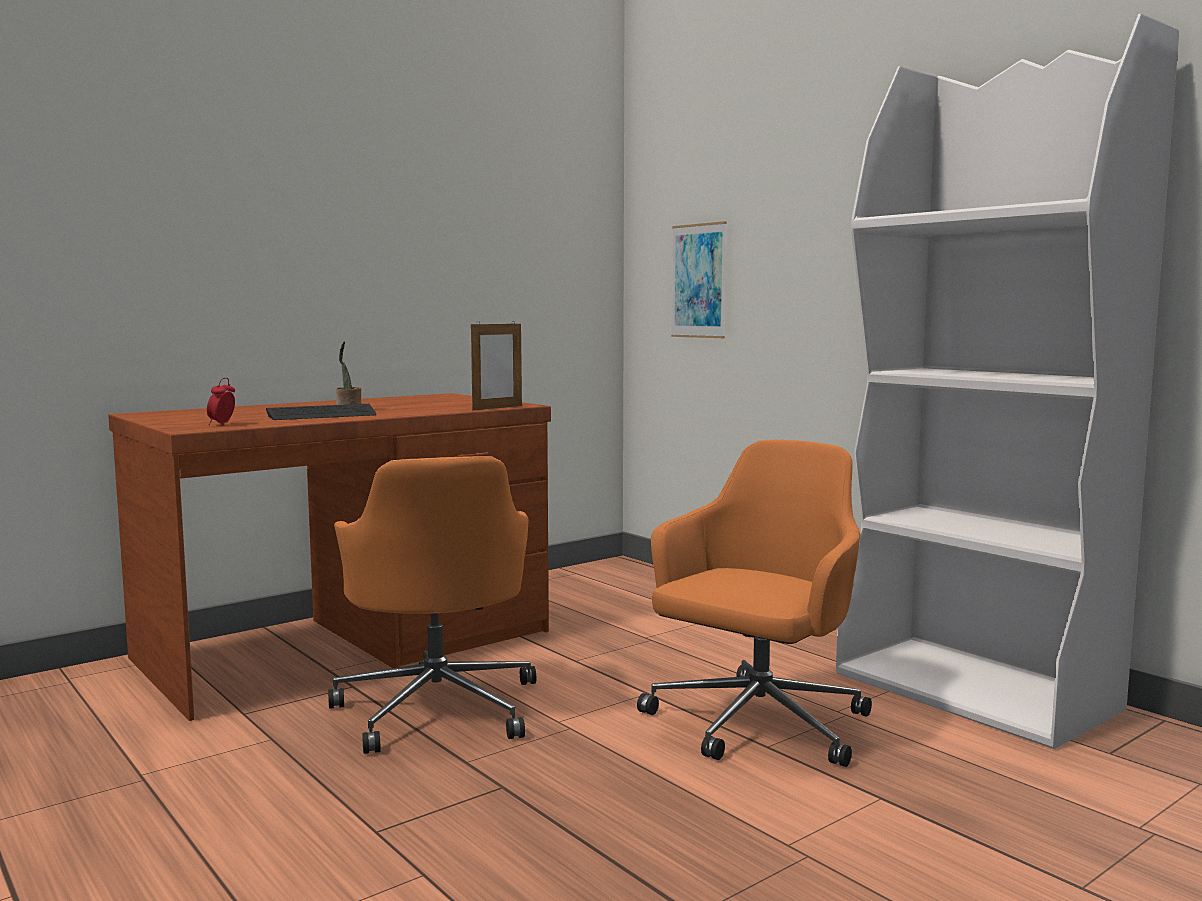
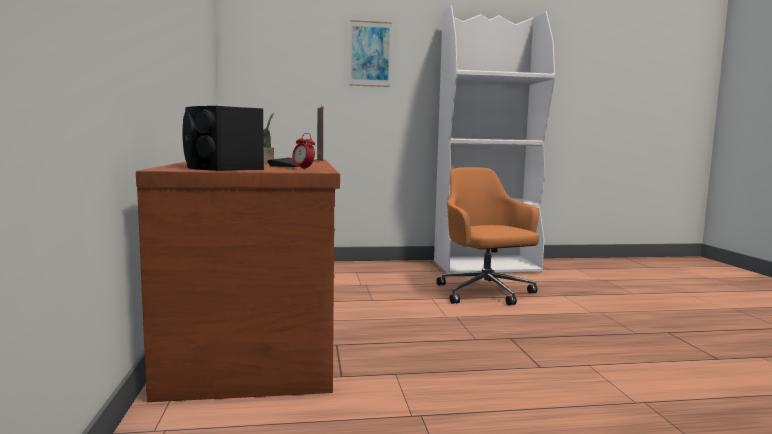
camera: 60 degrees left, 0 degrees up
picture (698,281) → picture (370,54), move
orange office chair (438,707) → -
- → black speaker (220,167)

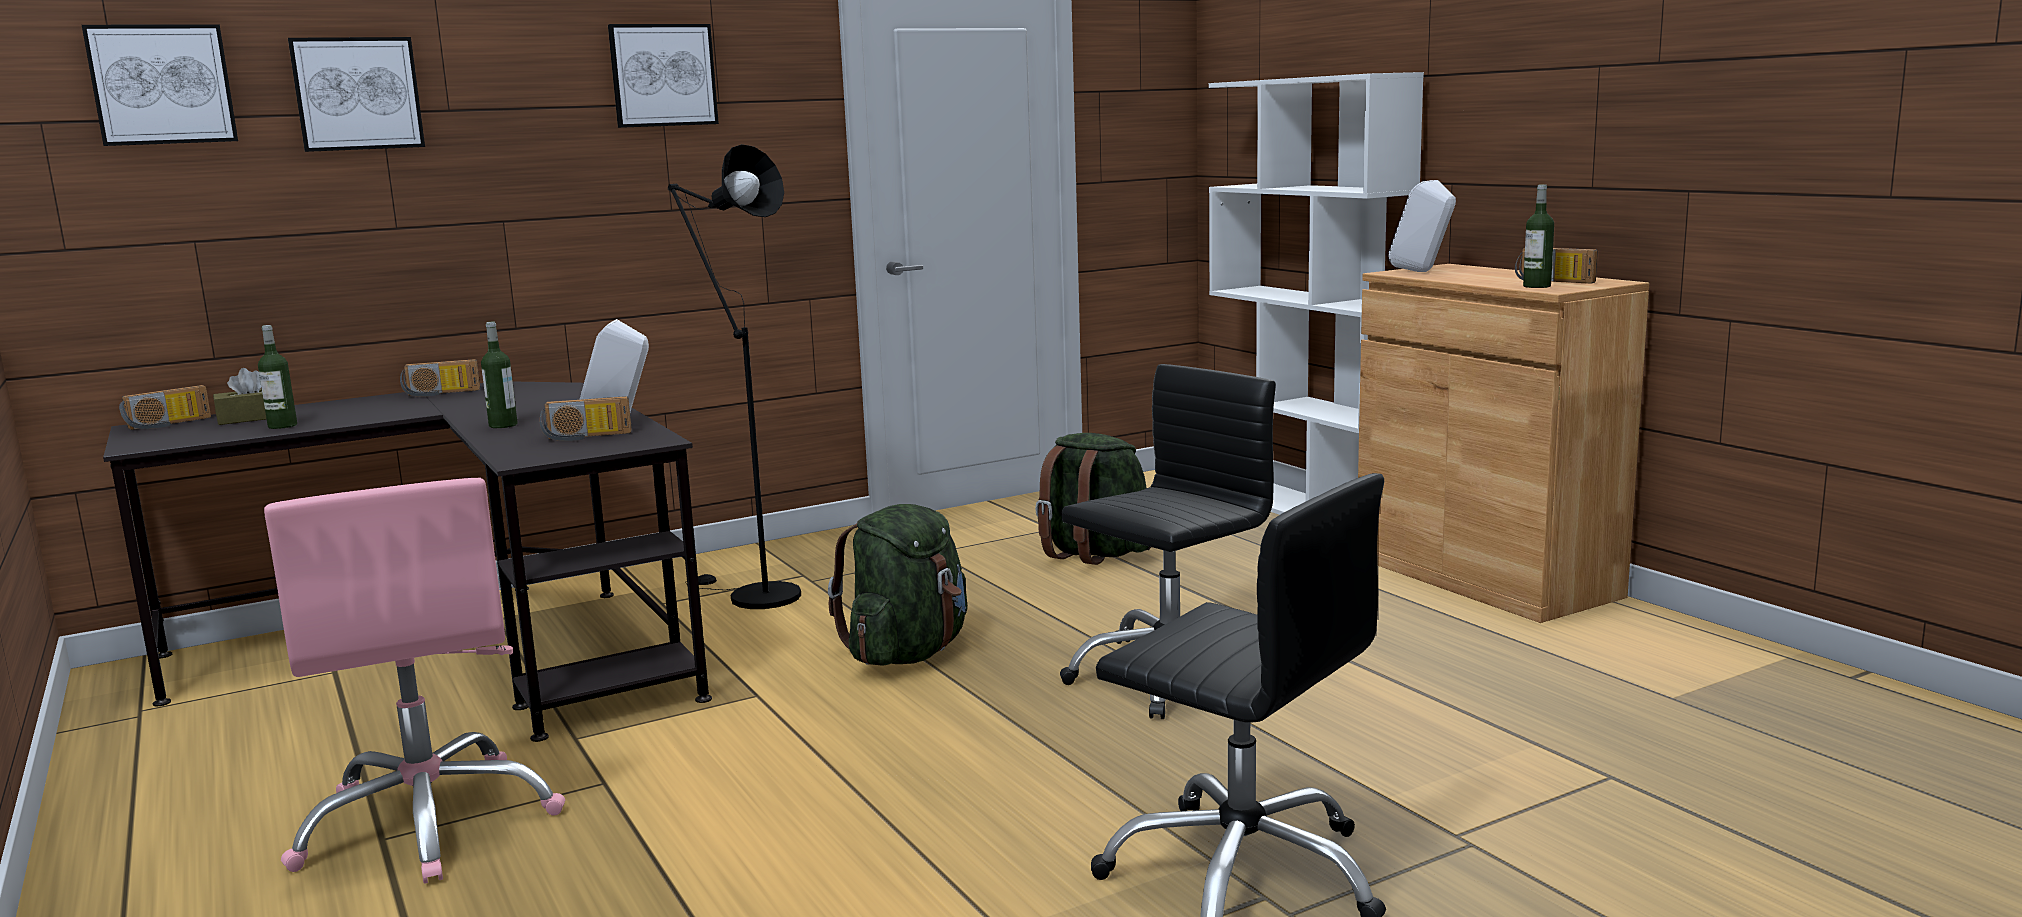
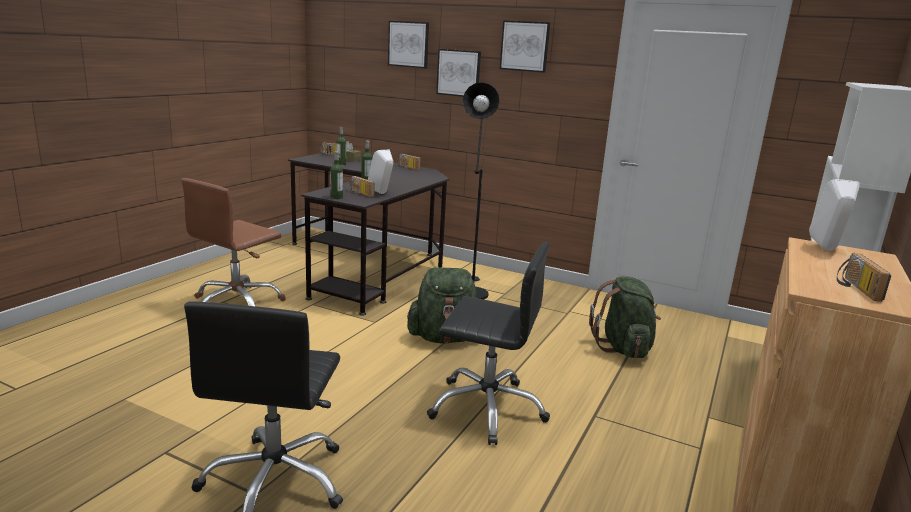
camera: 55 degrees right, 5 degrees up
picture (162,84) → picture (459,73), move
bottle (1537,286) → bottle (336,197), move
pink office chair (429,822) → brown office chair (237,304)

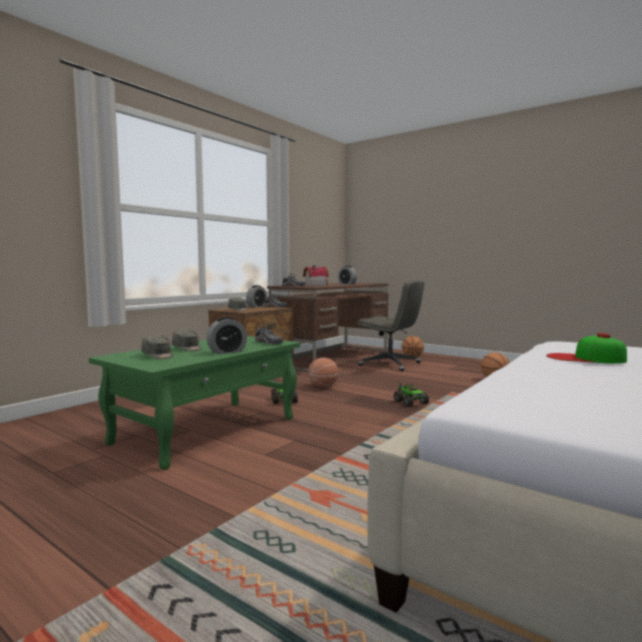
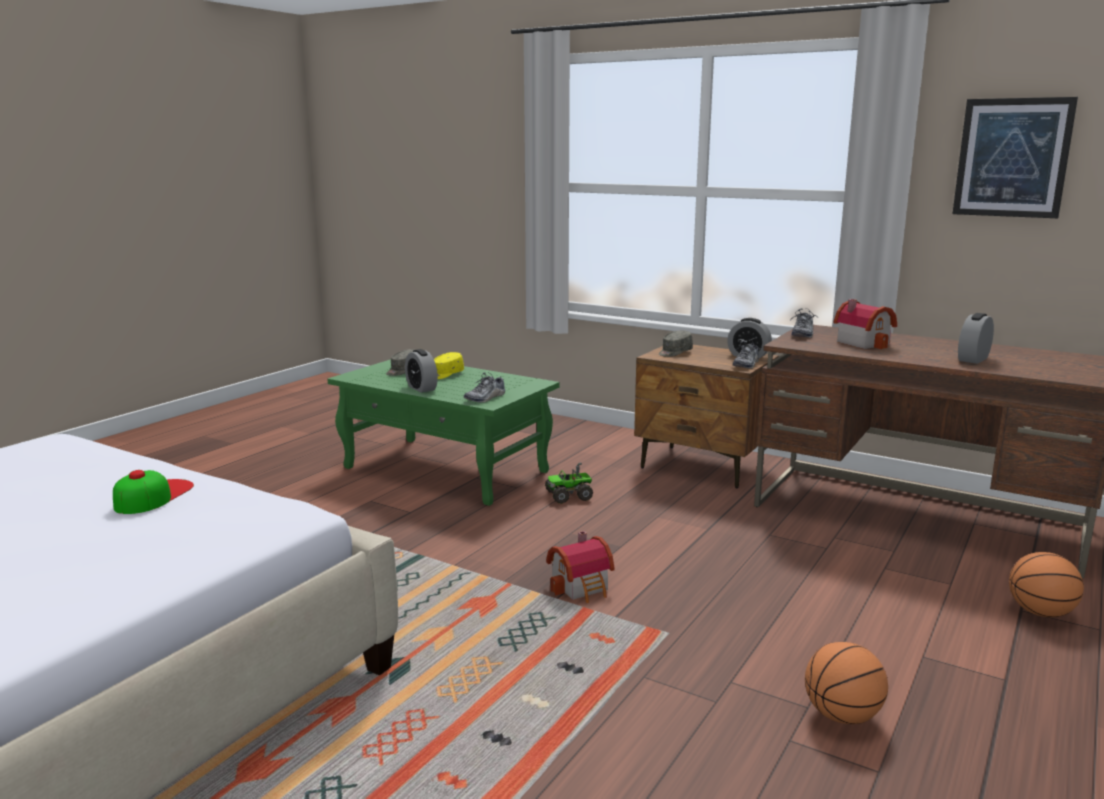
camera: 85 degrees right, 10 degrees up
grey office chair (390,364) → -
grey cap (187,348) → yellow cap (445,374)
basketball (323,386) → -
toy truck (410,402) → toy house (583,587)
- → picture (1012,158)

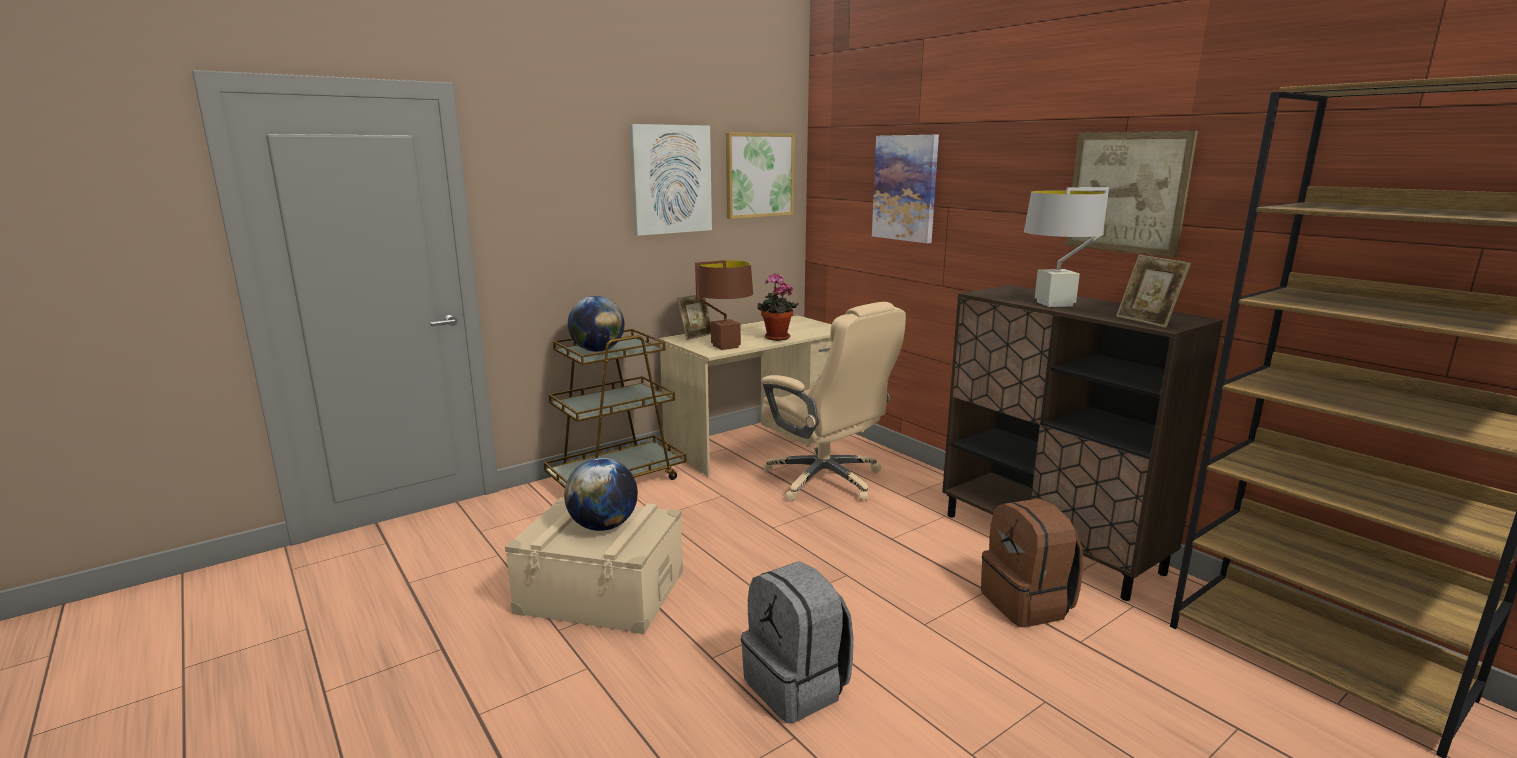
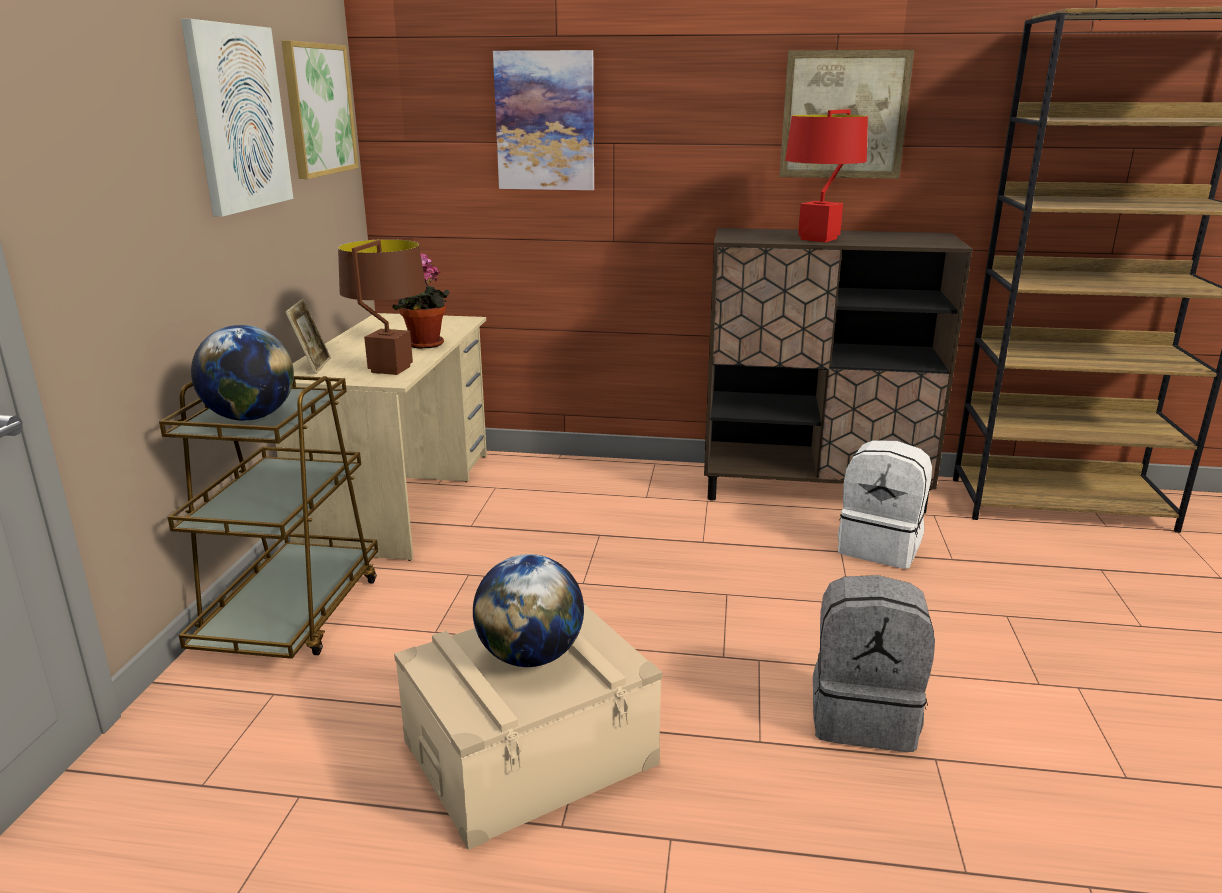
camera: 45 degrees left, 5 degrees up
grey table lamp (1055,304) → red table lamp (819,239)
picture frame (1147,321) → -
beige office chair (826,480) → -
brown backpack (1027,604) → white backpack (880,547)

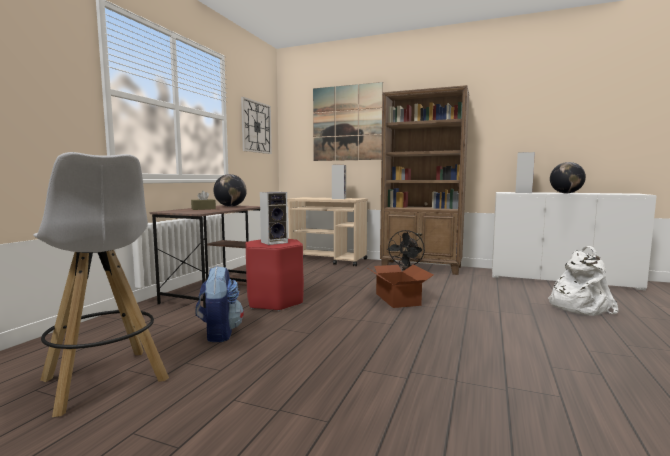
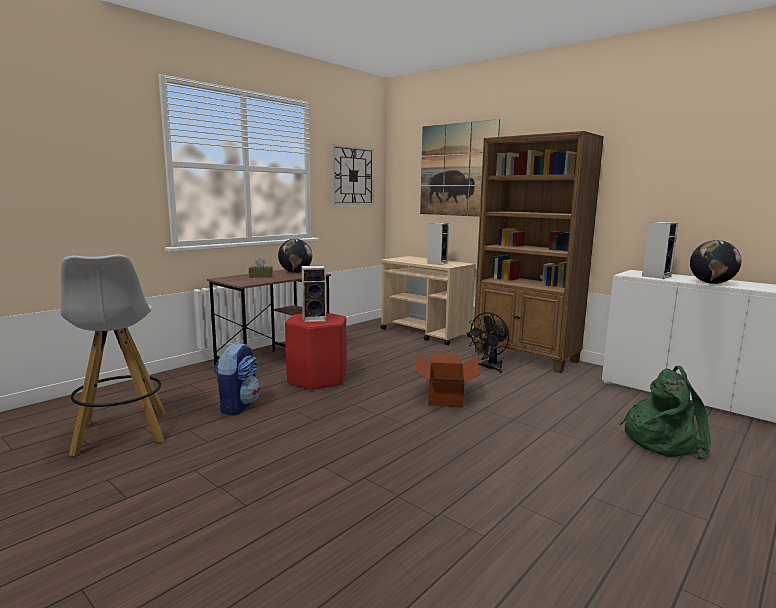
camera: 20 degrees right, 5 degrees up
white backpack (577,306) → green backpack (663,440)

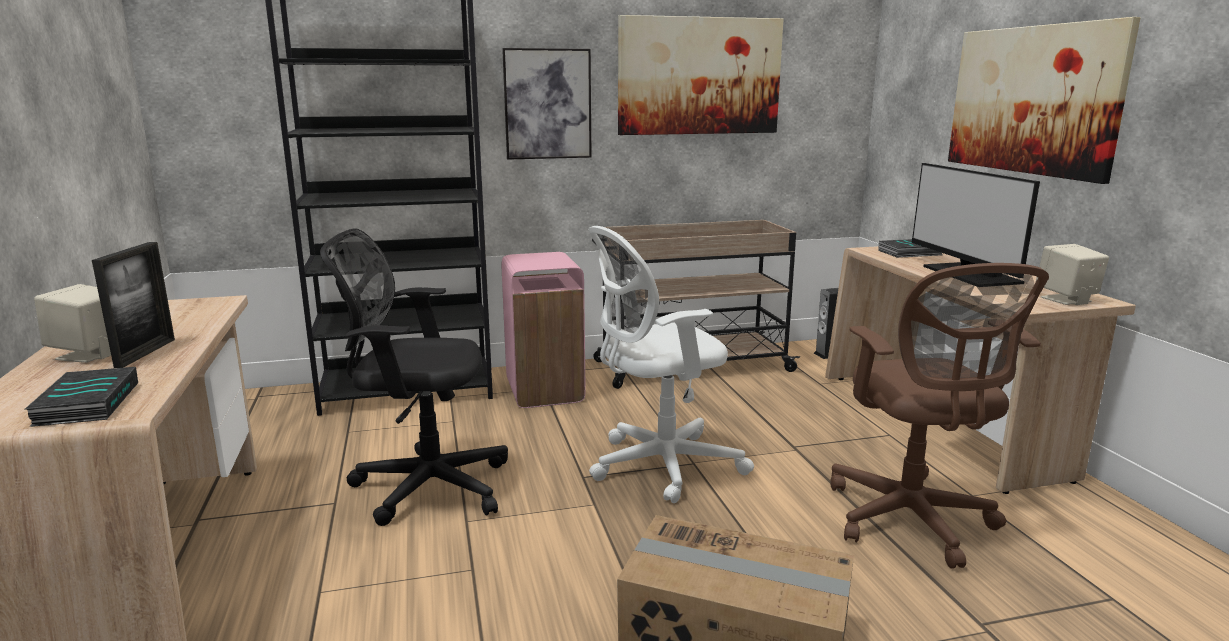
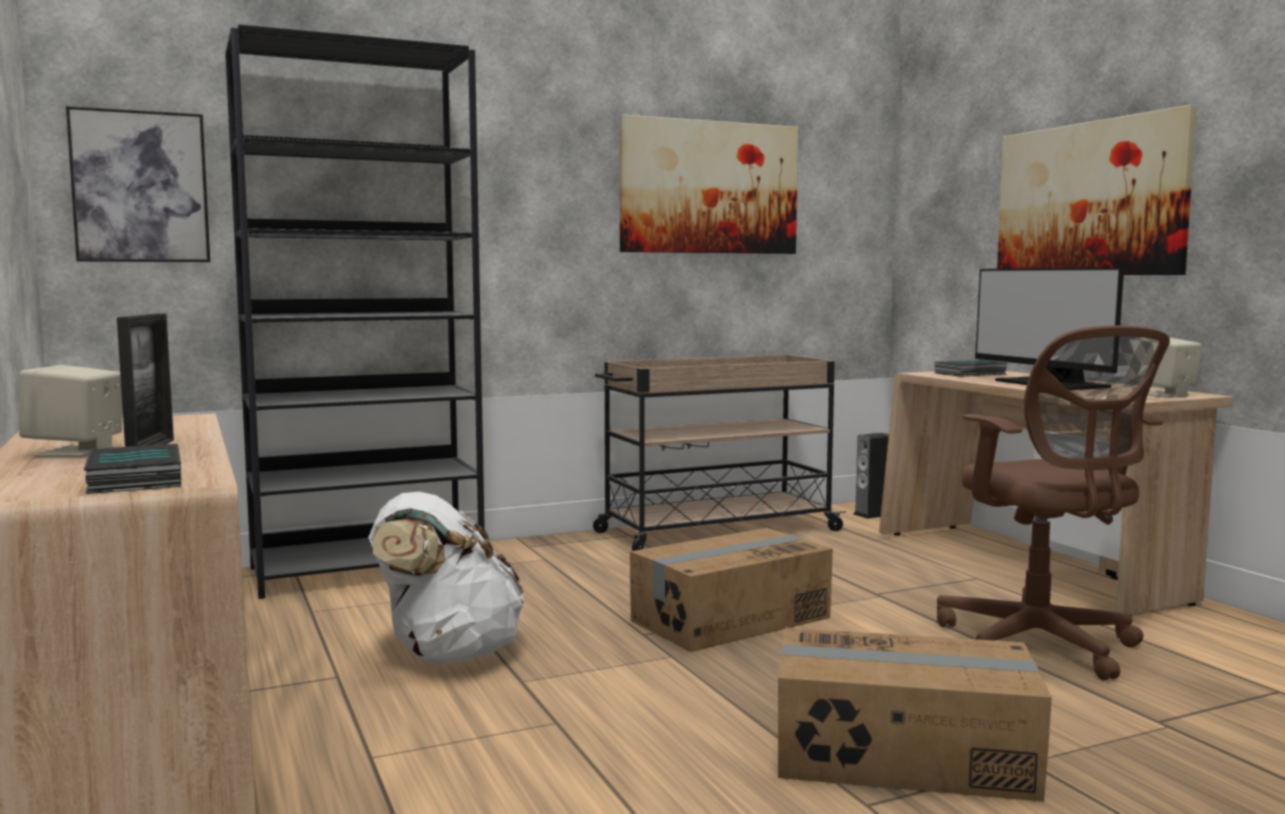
camera: 10 degrees left, 10 degrees down
picture (547,104) → picture (140,187), move
white office chair (659,466) → cardboard box (729,619)
black office chair (424,486) → white backpack (447,654)
pink trash can (545,391) → -

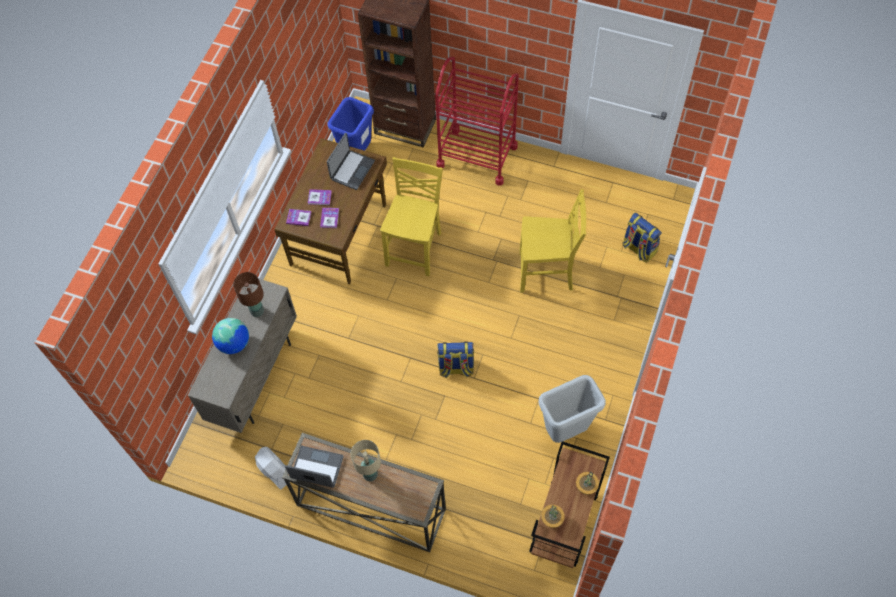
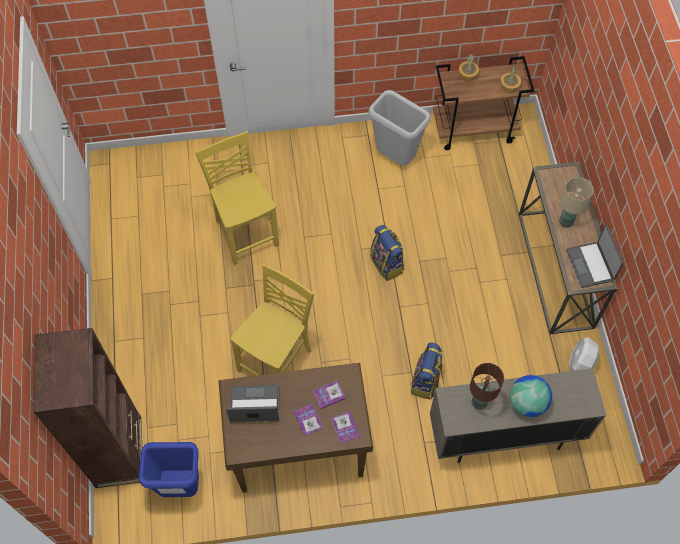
camera: 120 degrees left, 0 degrees up
red cart (477,156) → -
yellow chair (415,249) → yellow chair (277,360), 135 degrees clockwise
backpack (638,249) → backpack (426,381), move

